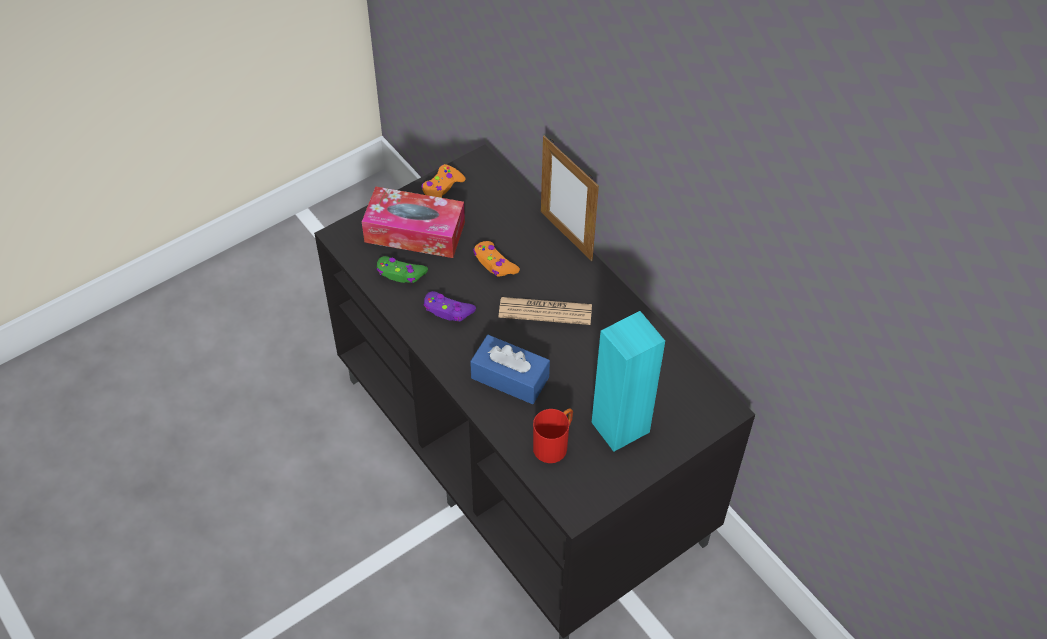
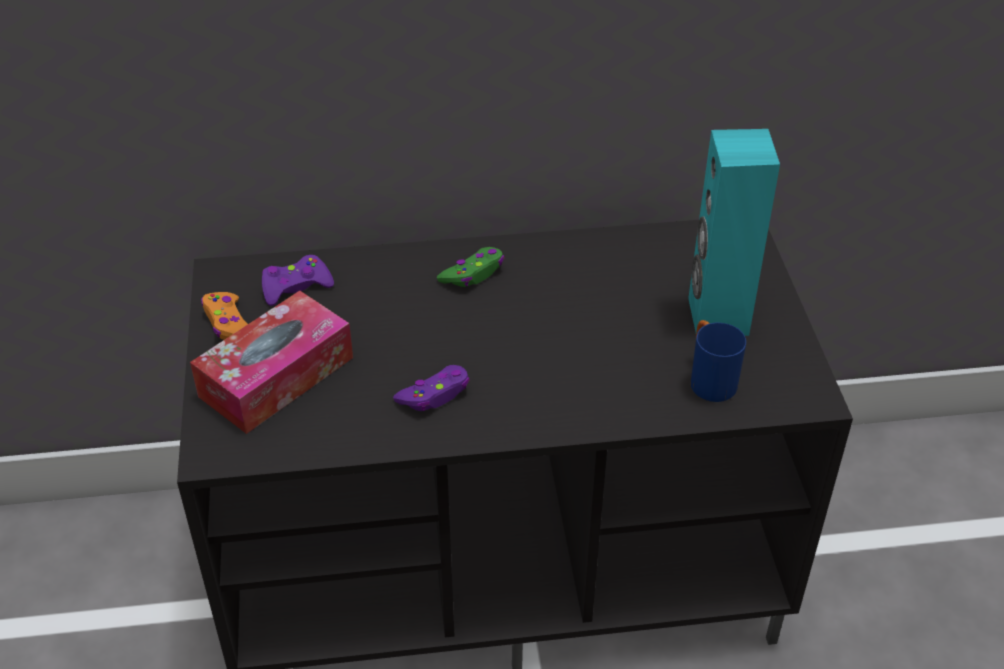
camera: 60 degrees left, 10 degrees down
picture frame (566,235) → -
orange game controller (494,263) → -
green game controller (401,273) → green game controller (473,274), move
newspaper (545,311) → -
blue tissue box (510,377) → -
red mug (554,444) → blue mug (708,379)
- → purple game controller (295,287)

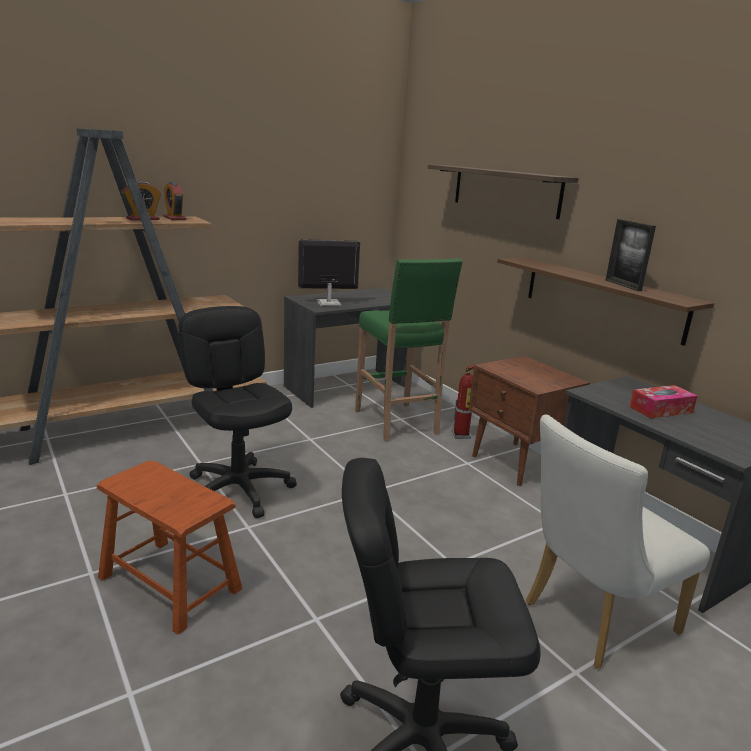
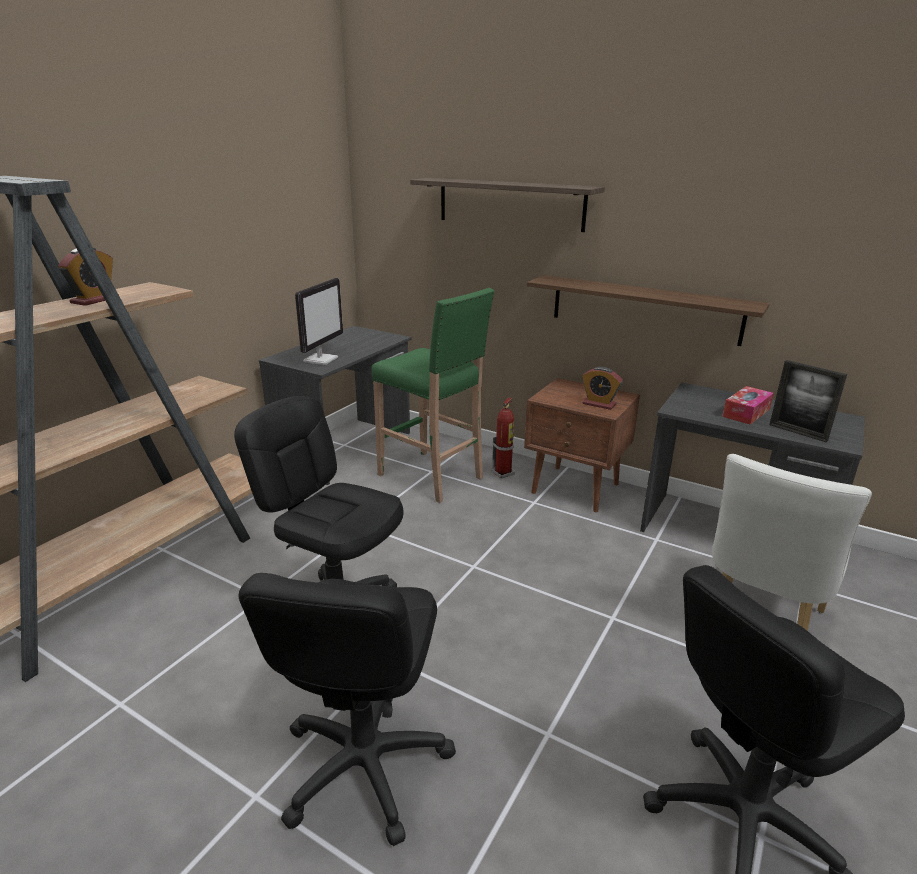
camera: 25 degrees left, 5 degrees up
alarm clock (174,218) → alarm clock (599,404), move
picture frame (623,285) → picture frame (798,432), move
monitor (328,303) → monitor (321,359), 150 degrees clockwise
brown stool (170,583) → black office chair (364,765)

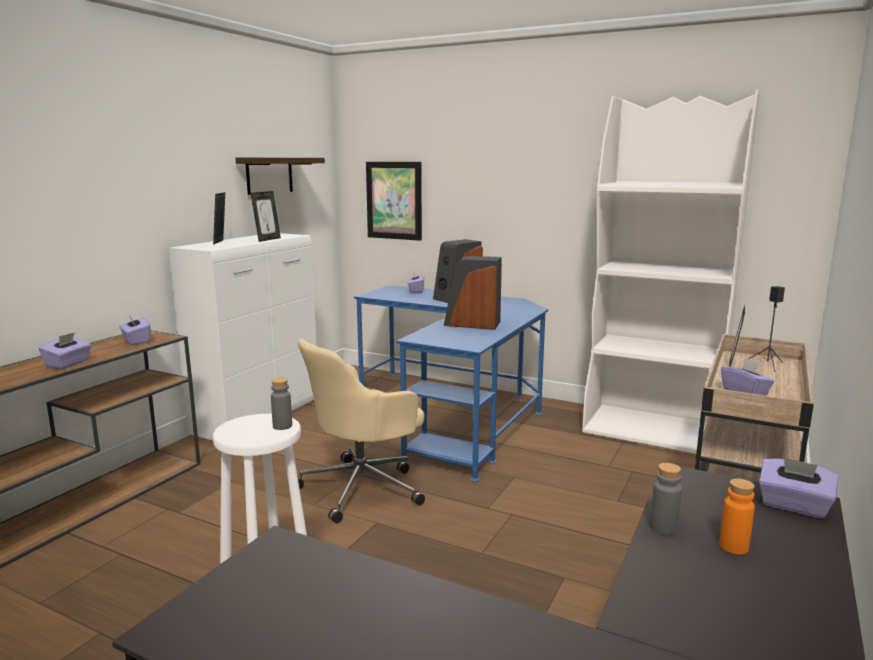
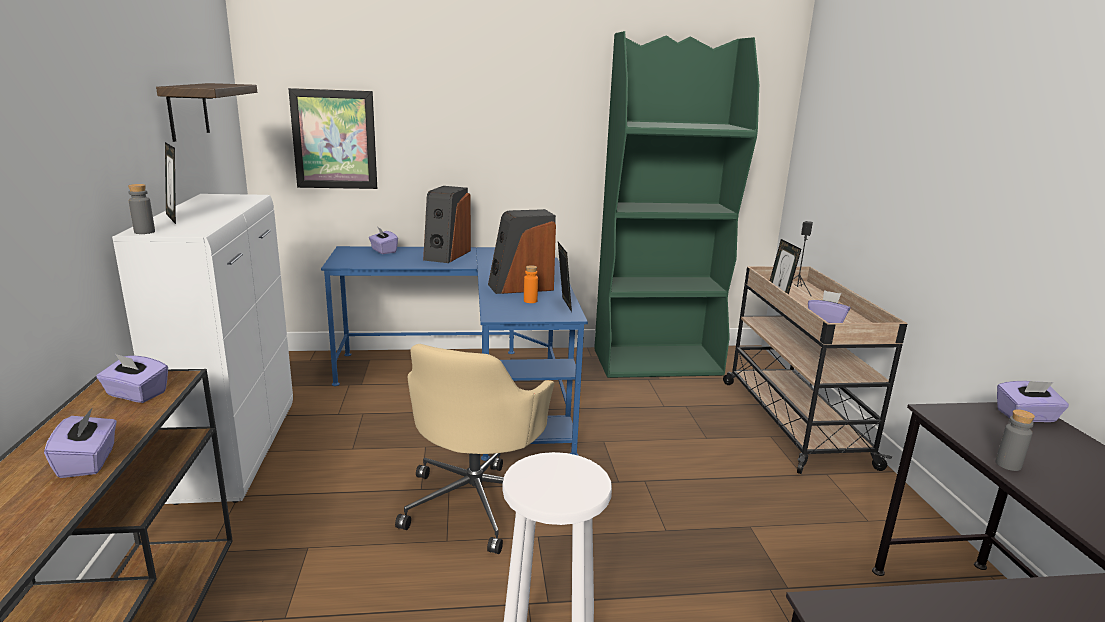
camera: 35 degrees left, 5 degrees up
white bookcase (652,431) → green bookcase (657,362)
picture frame (267,239) → picture frame (563,305), move
grey bottle (282,426) → grey bottle (144,232), move
orange bottle (733,547) → orange bottle (530,301), move

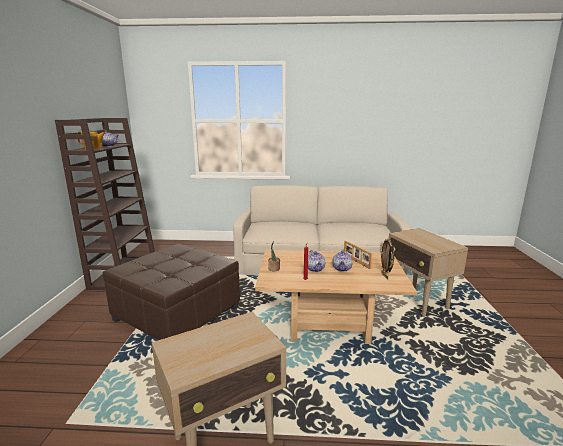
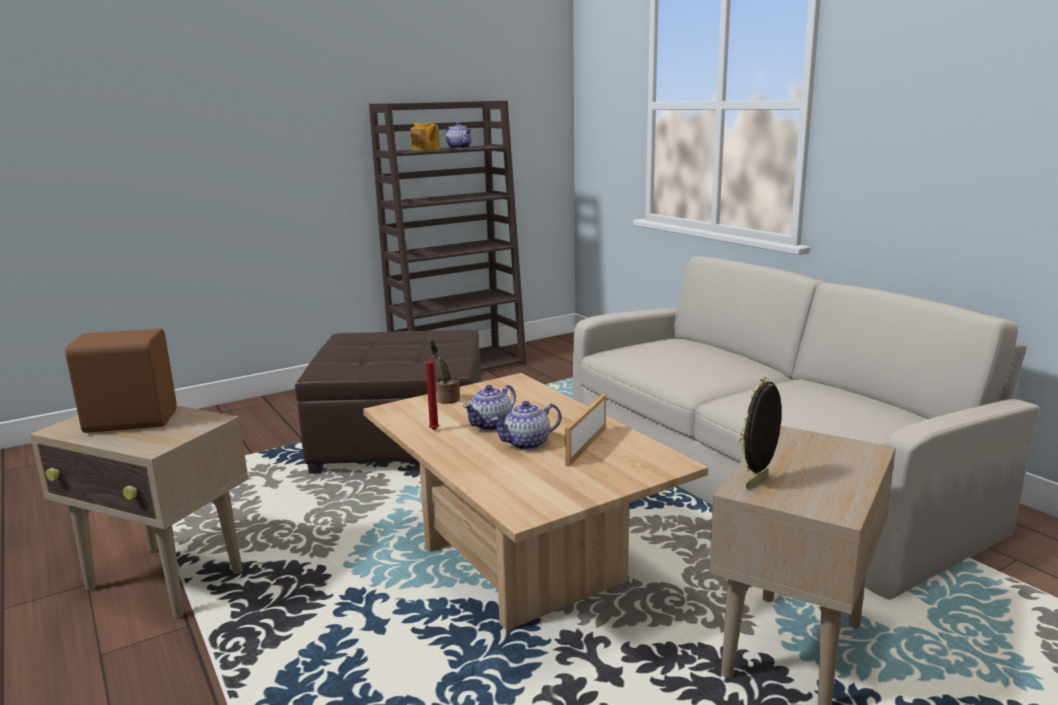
camera: 55 degrees right, 0 degrees up
picture frame (385,276) → picture frame (758,483), move
- → brown speaker (130,421)

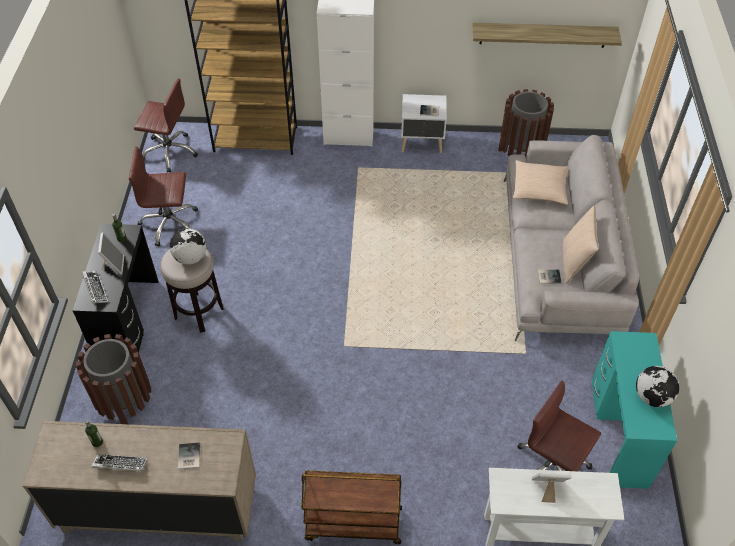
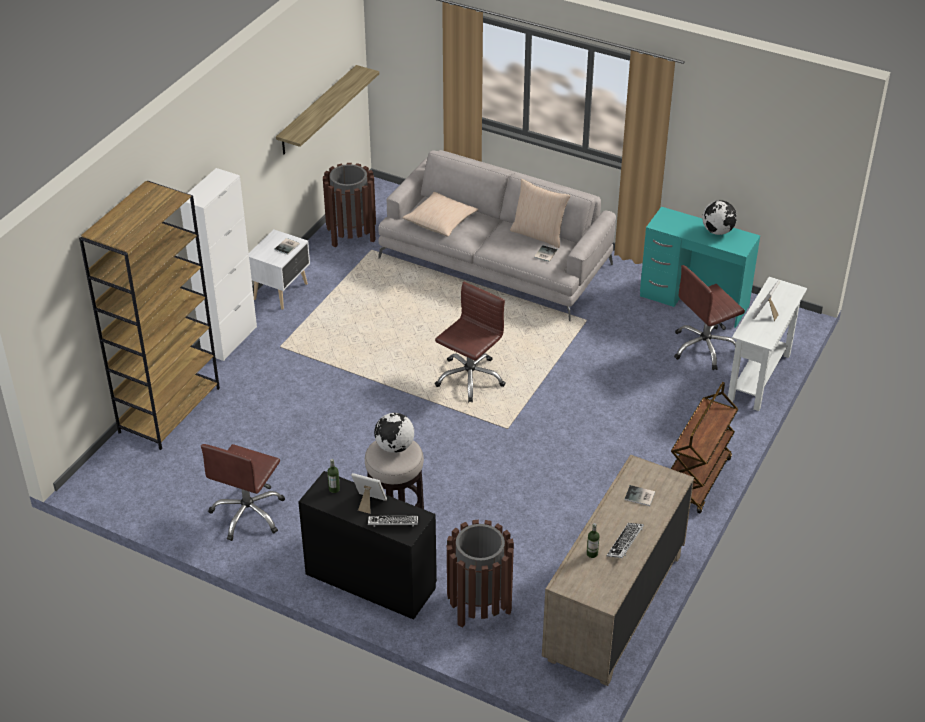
camera: 65 degrees left, 10 degrees down
brown office chair (169,152) → brown office chair (469,378), move

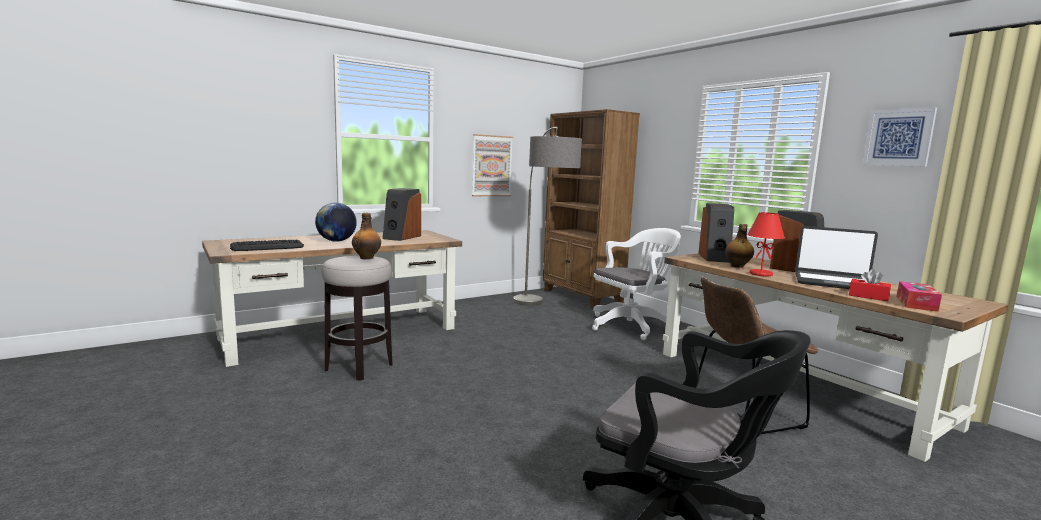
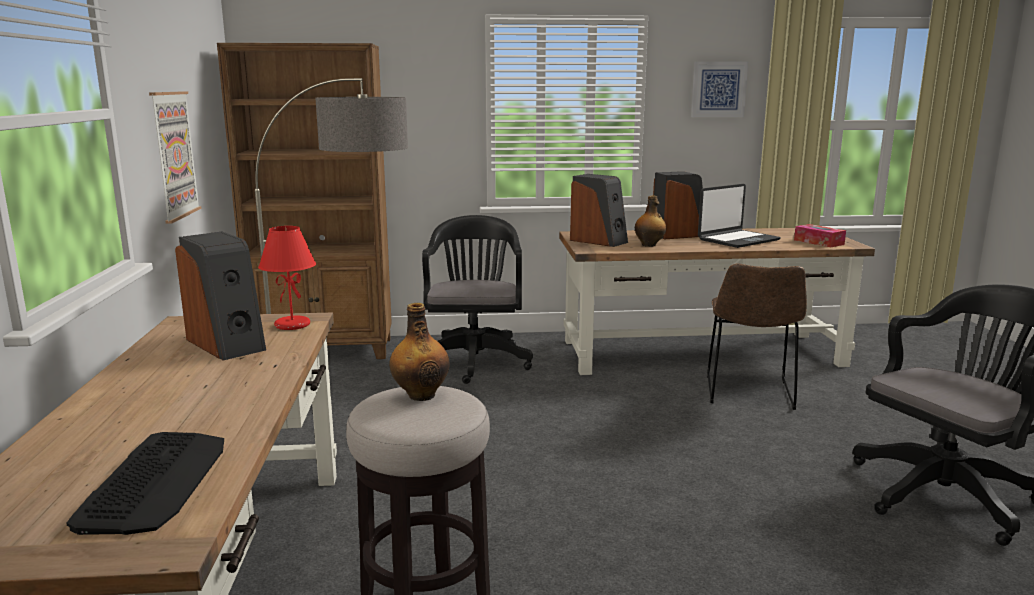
camera: 60 degrees left, 5 degrees up
globe (336,241) → -
red table lamp (760,274) → red table lamp (292,325), move
white office chair (632,325) → black office chair (475,359)
red tissue box (868,296) → -

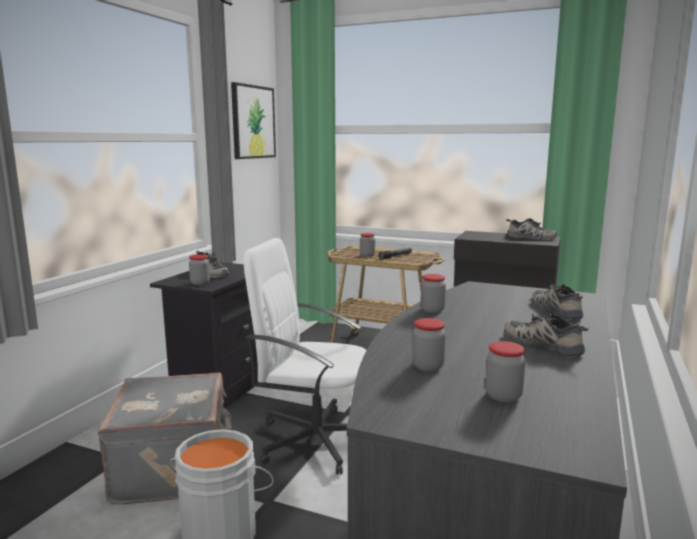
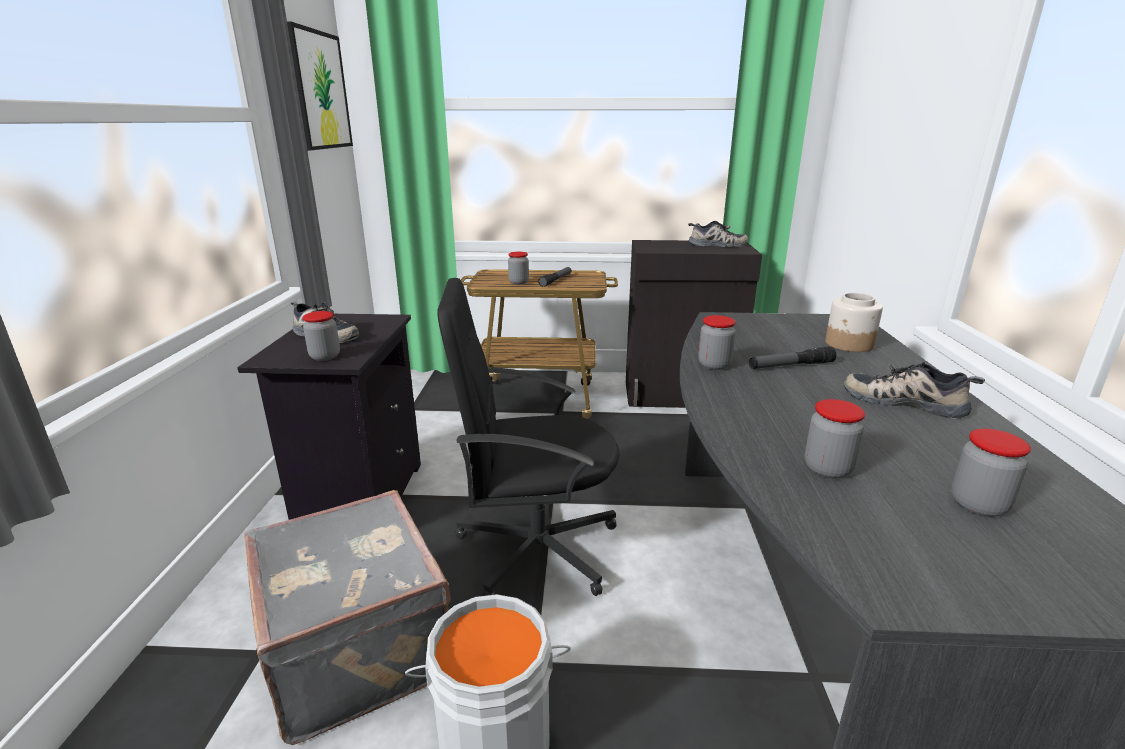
camera: 20 degrees left, 10 degrees up
white office chair (315,439) → black office chair (535,548)
shoe (558,310) → jar (849,344)
- → flashlight (790,366)

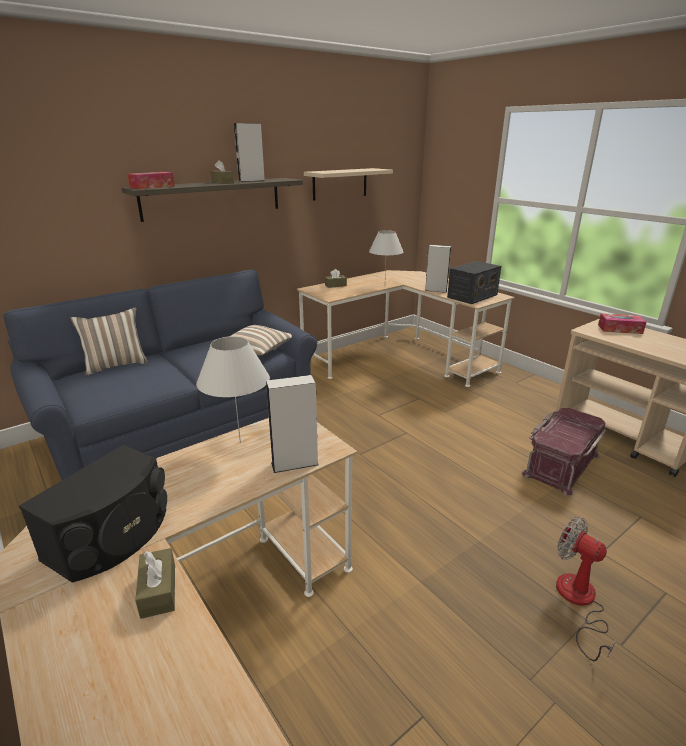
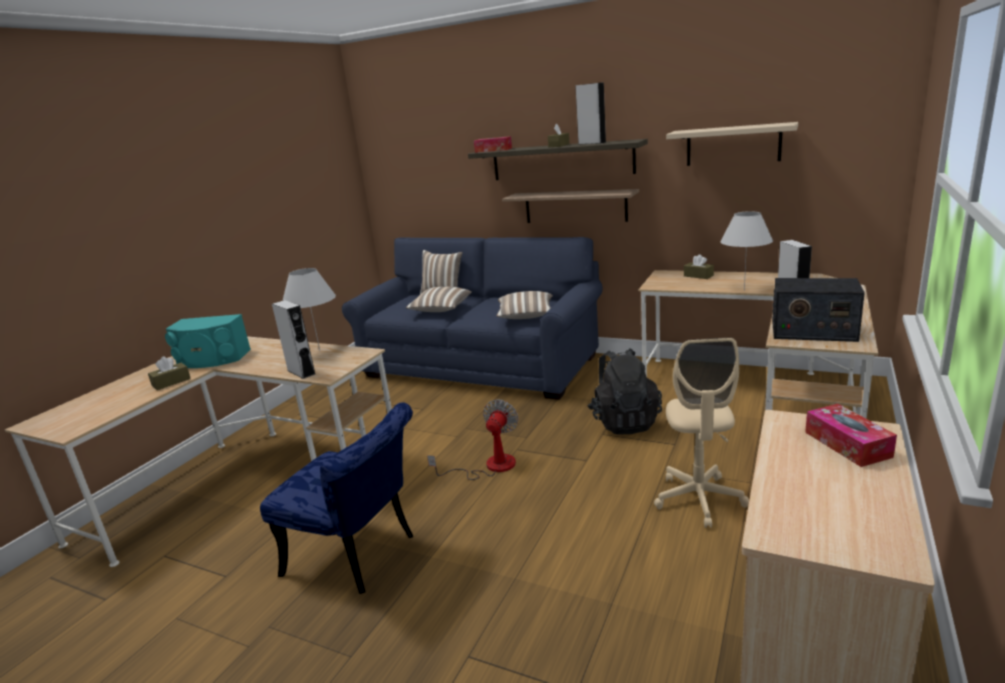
camera: 65 degrees right, 5 degrees down
red storage box (560,464) → -
black speaker (113,537) → turquoise speaker (212,359)
fan (578,602) → fan (490,466), move
- → shelf (575,206)
- → pillow (440,310)
- → beige office chair (699,499)
- → black backpack (624,422)
- → blue chair (359,557)

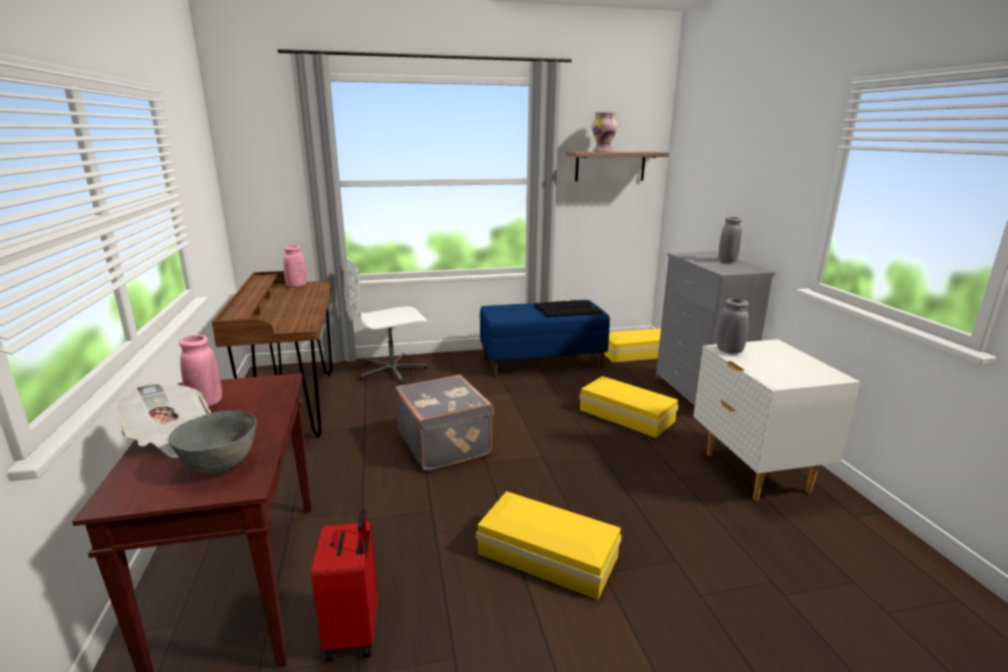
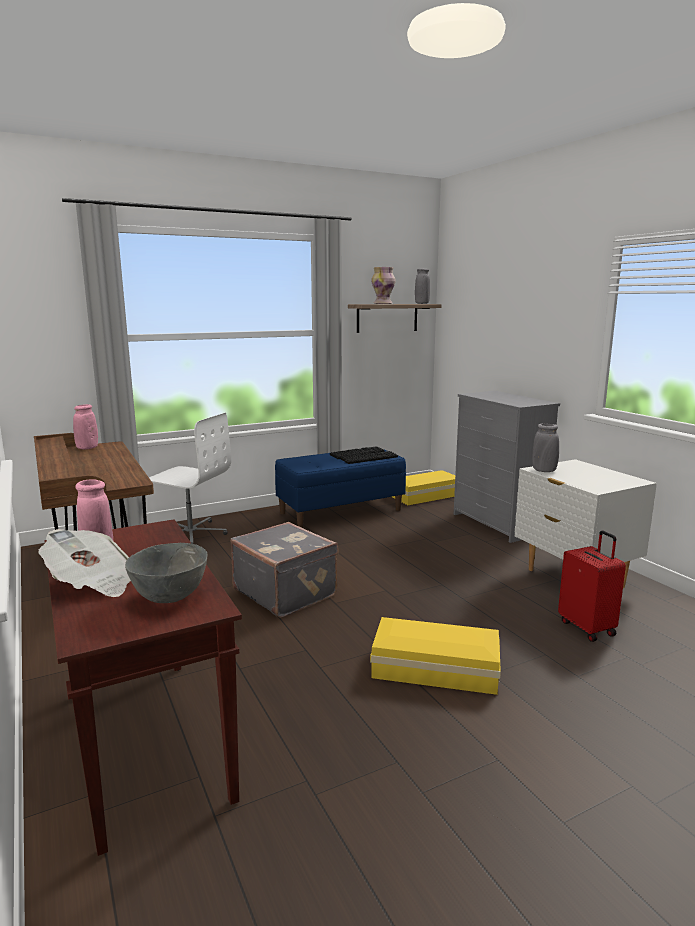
camera: 15 degrees left, 5 degrees down
grey vase (727,261) → grey vase (422,303), move
white office chair (393,370) → white office chair (190,533), 120 degrees counterclockwise
yellow storage box (627,416) → -
red suitcase (355,632) → red suitcase (588,628), move

